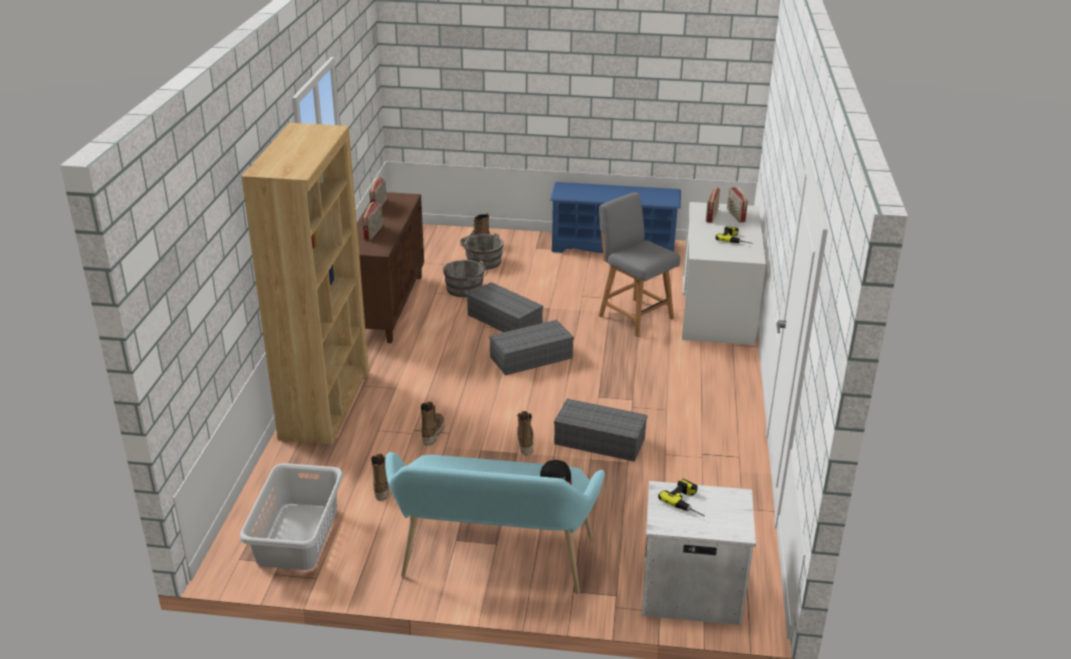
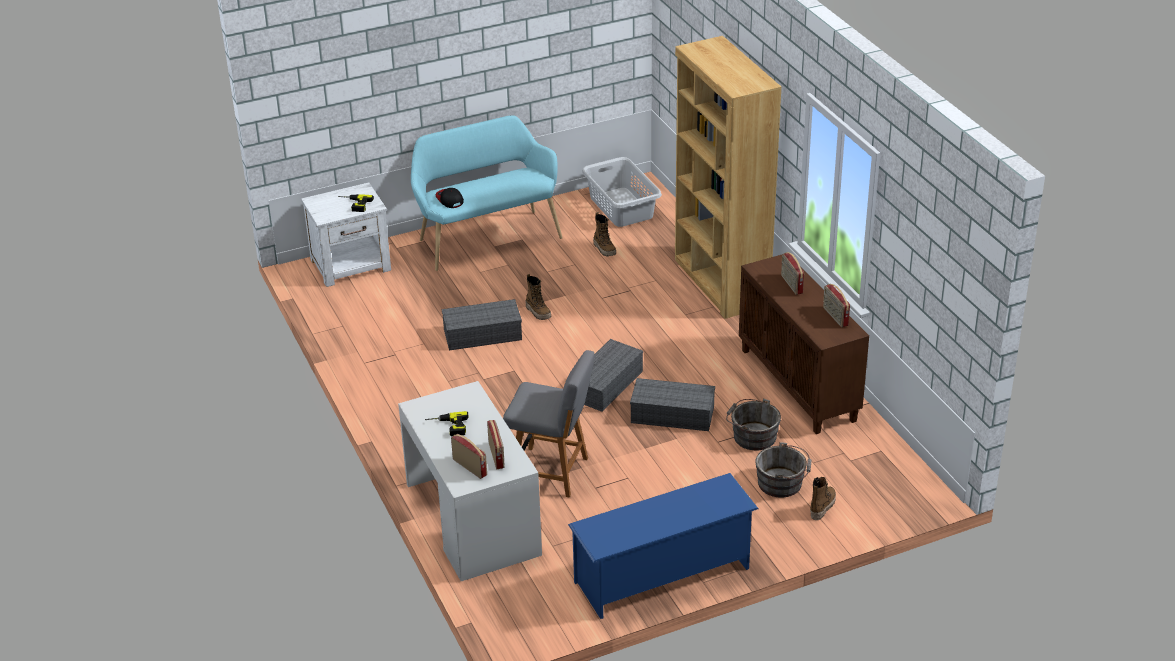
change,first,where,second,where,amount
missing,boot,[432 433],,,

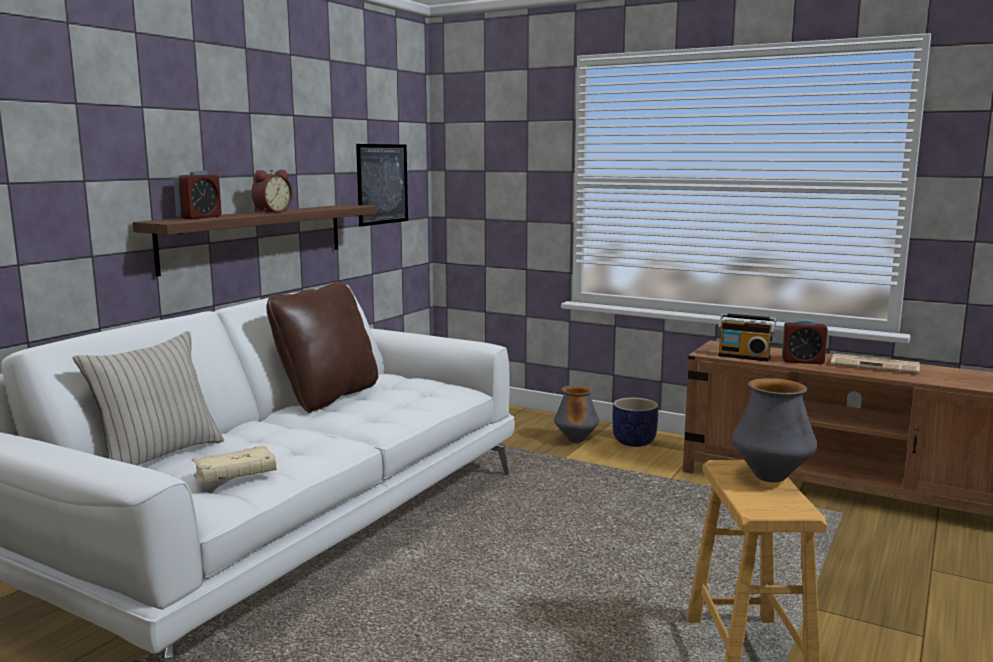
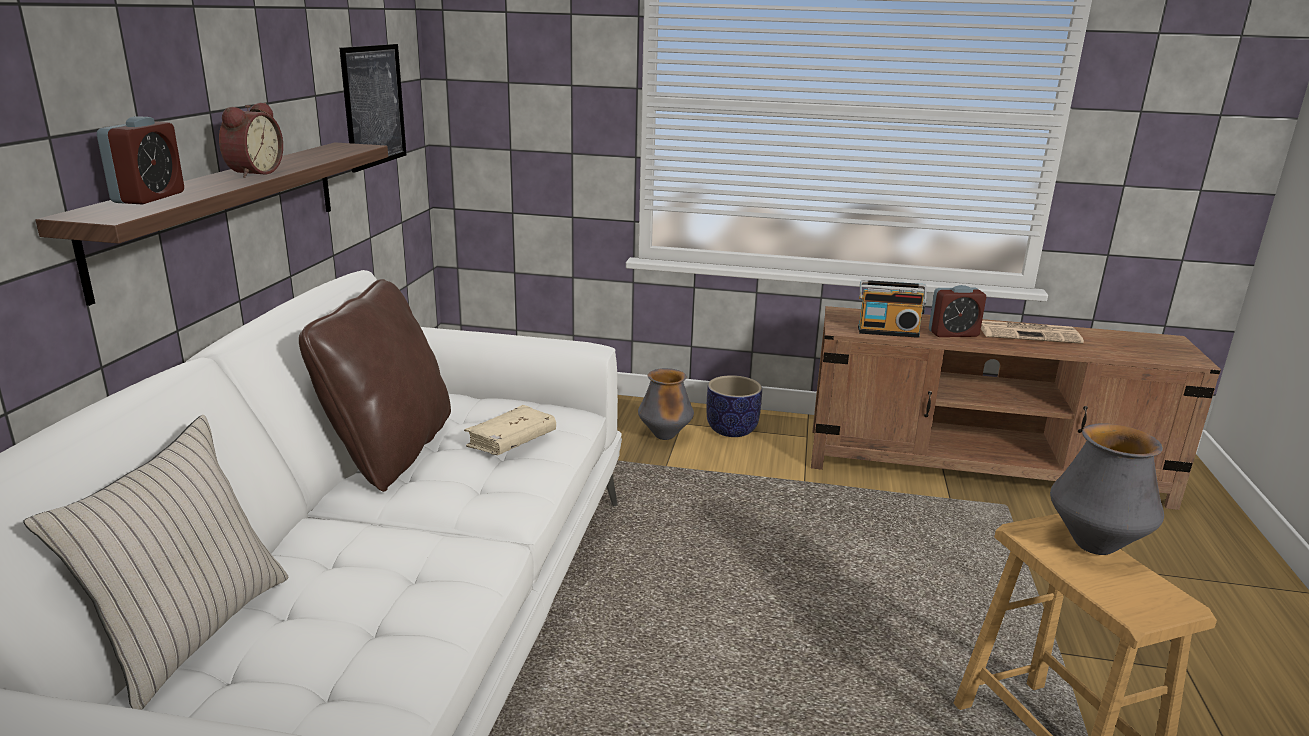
change,first,where,second,where,amount
relocated,beige book,[235 476],,[511 441],

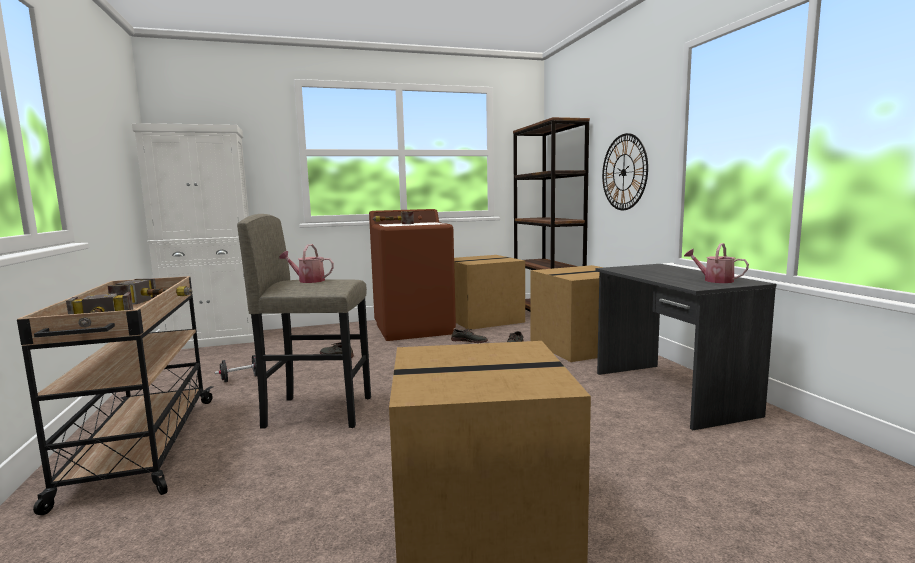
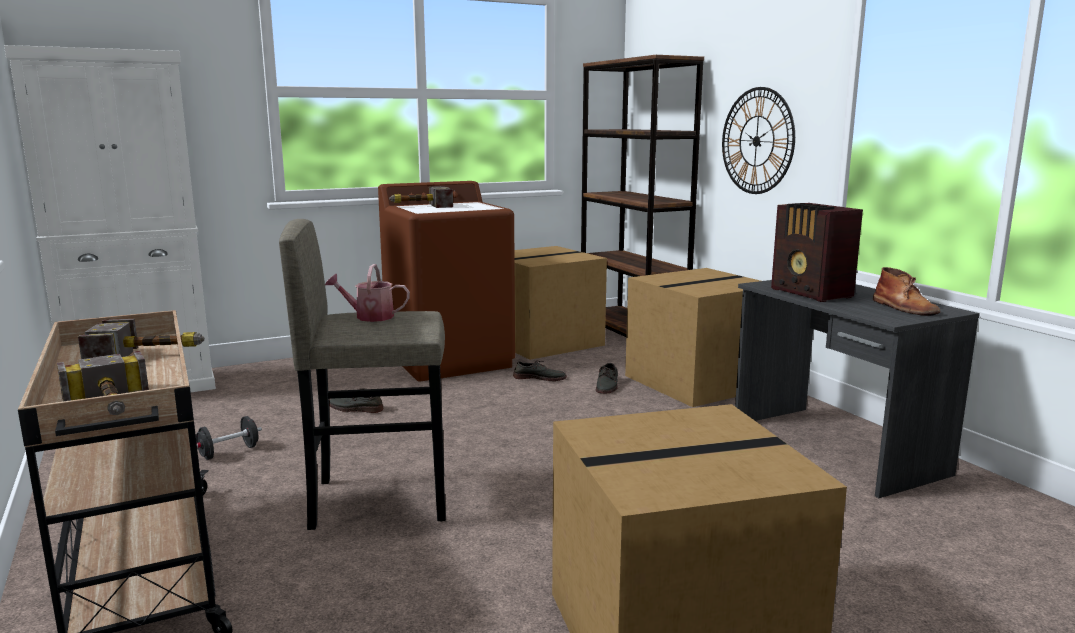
change,first,where,second,where,amount
exchanged,watering can,[714 280],brown boot,[904 308],
appeared,,,radio,[811 293],

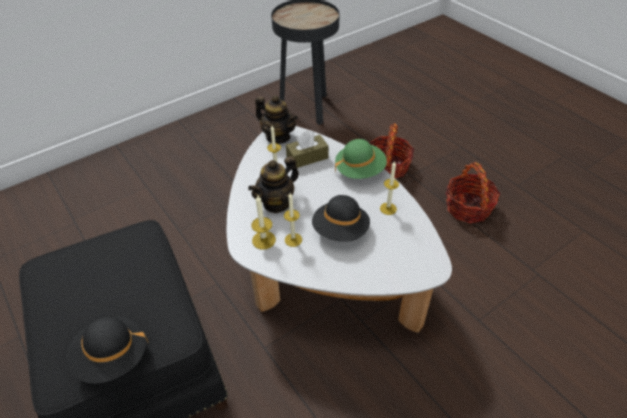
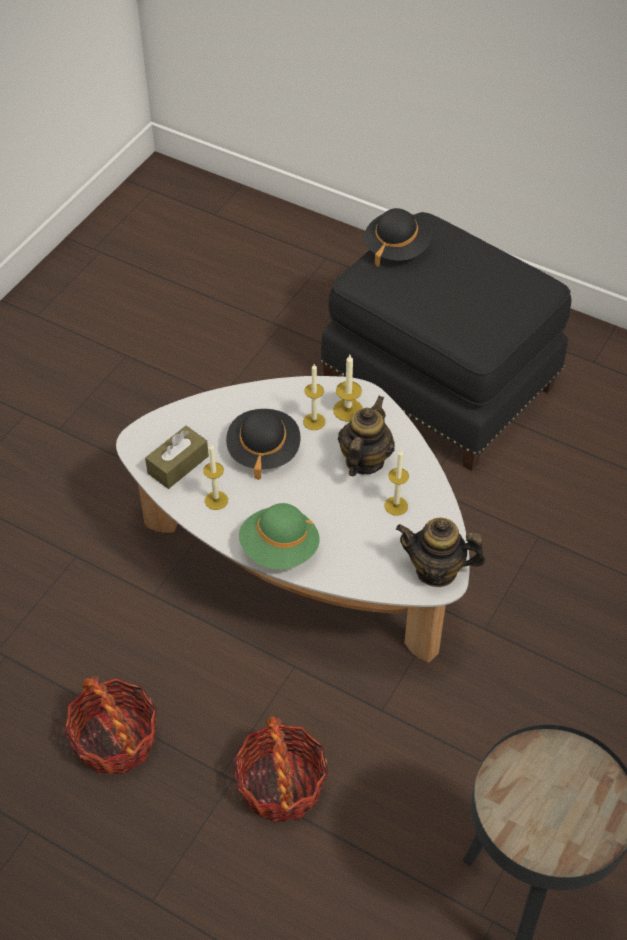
change,first,where,second,where,amount
relocated,brown tissue box,[307 157],,[178 464],

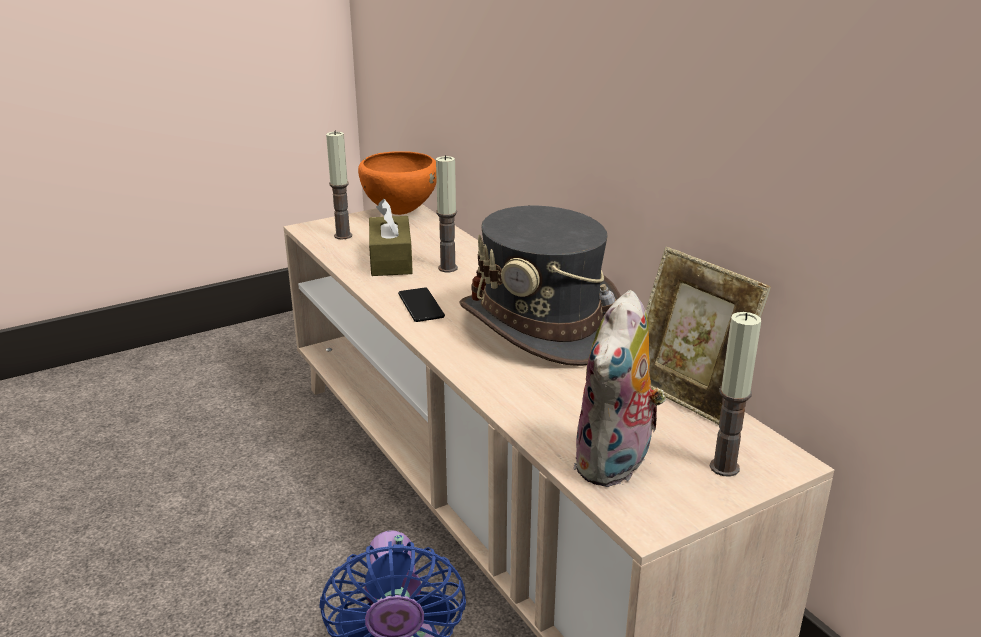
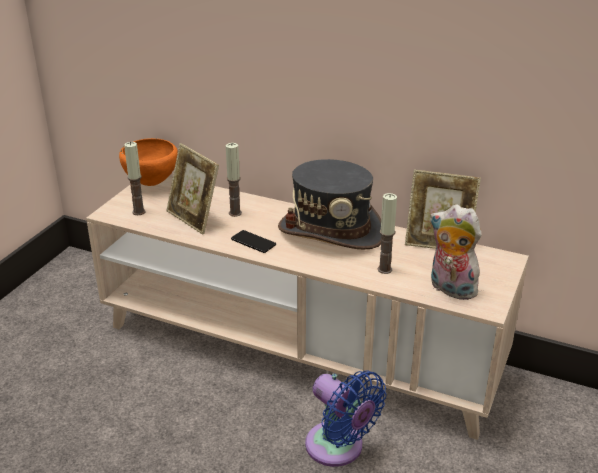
change,first,where,second,where,amount
exchanged,brown tissue box,[391 260],picture frame,[194 219],
spun,plush toy,[616 465],,[450 289],135 degrees clockwise
relocated,candle,[724 467],,[385 269],

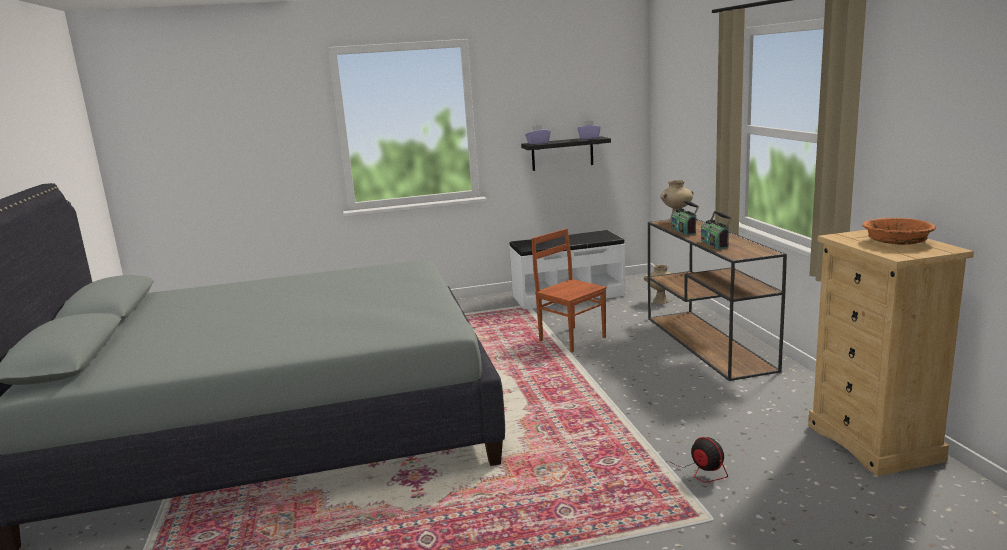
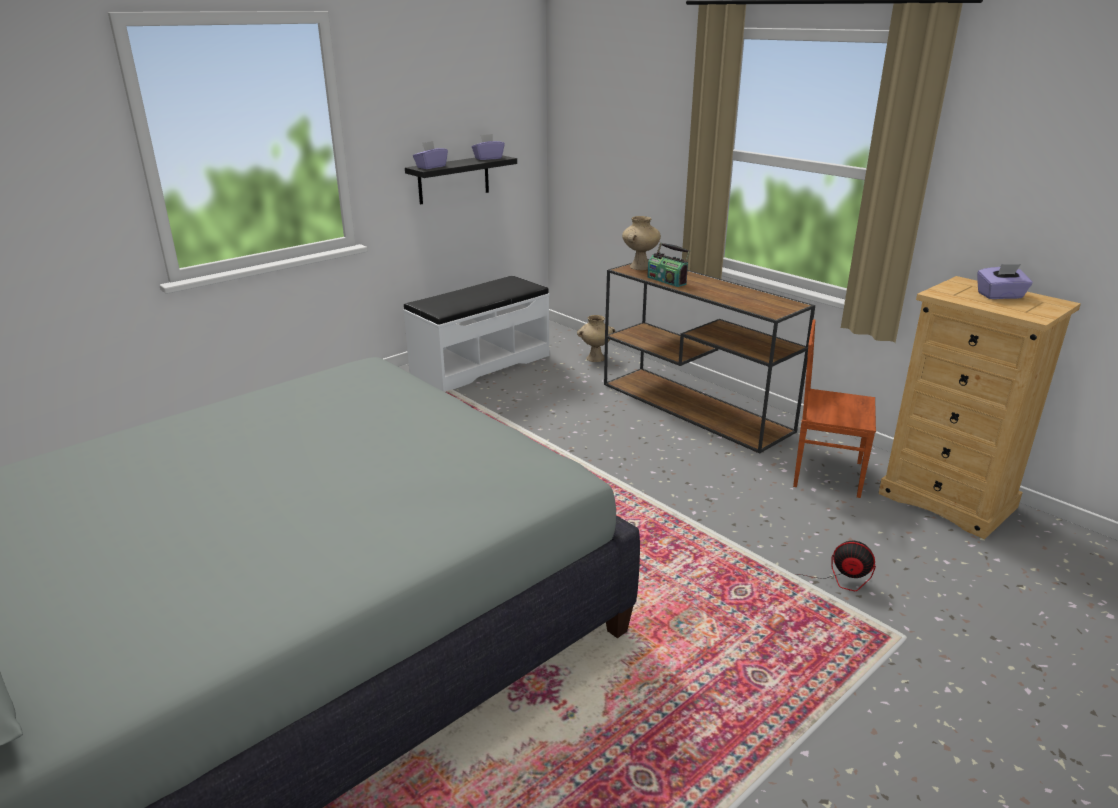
change,first,where,second,where,amount
relocated,brown chair,[572 339],,[826 473],
missing,radio,[715 244],,,
exchanged,orange bowl,[897 241],purple tissue box,[1000 296],

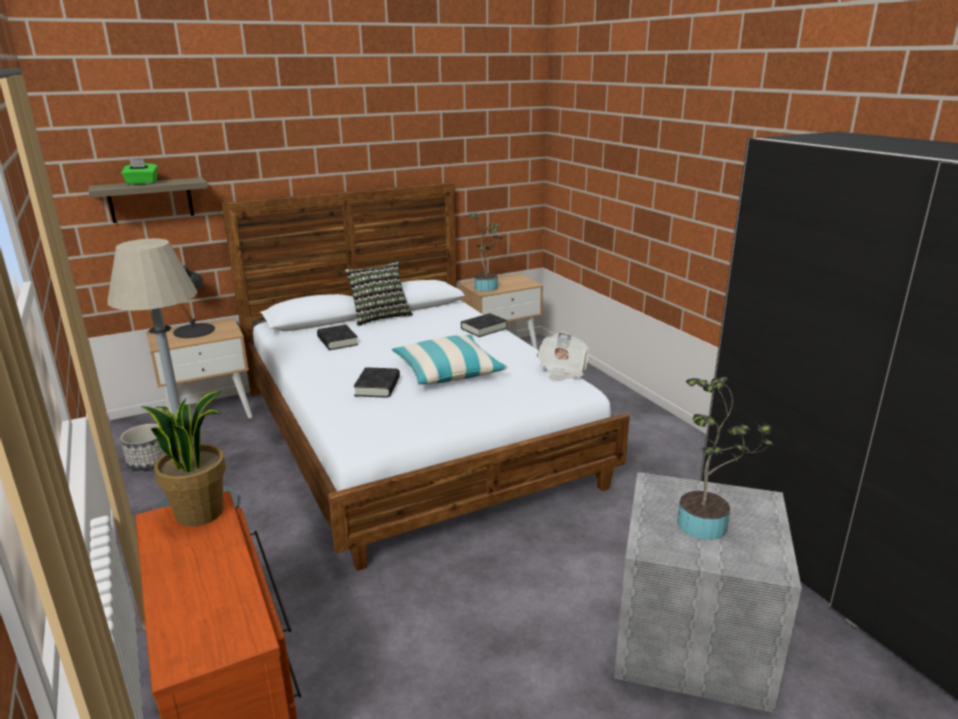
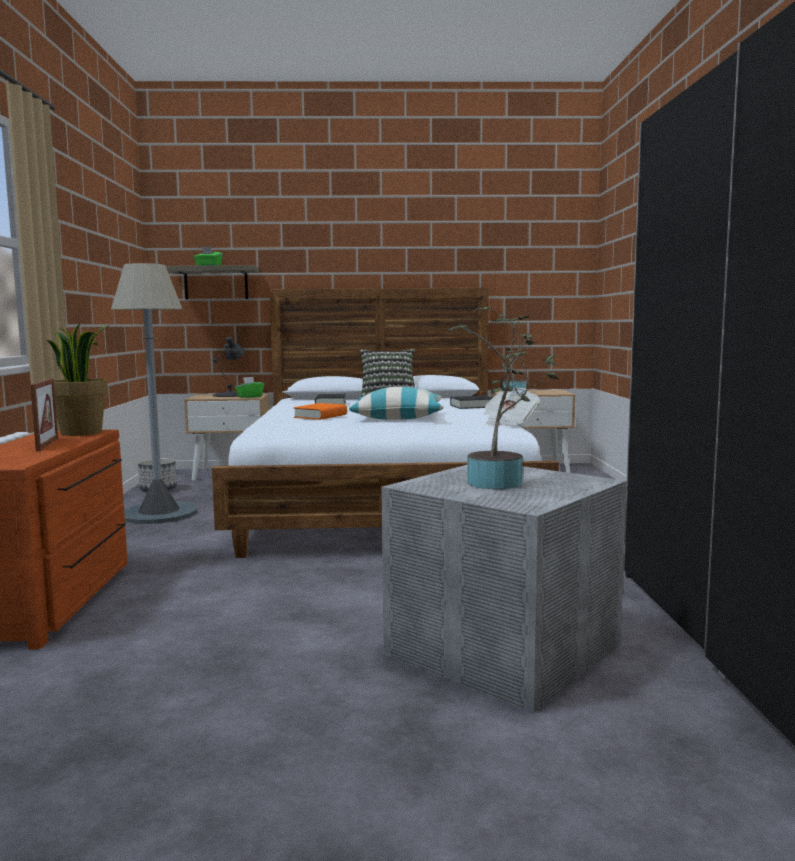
change,first,where,second,where,amount
colour,black book,[377 387],orange book,[320 416],
appeared,,,picture frame,[47 444],
appeared,,,green tissue box,[249 396],

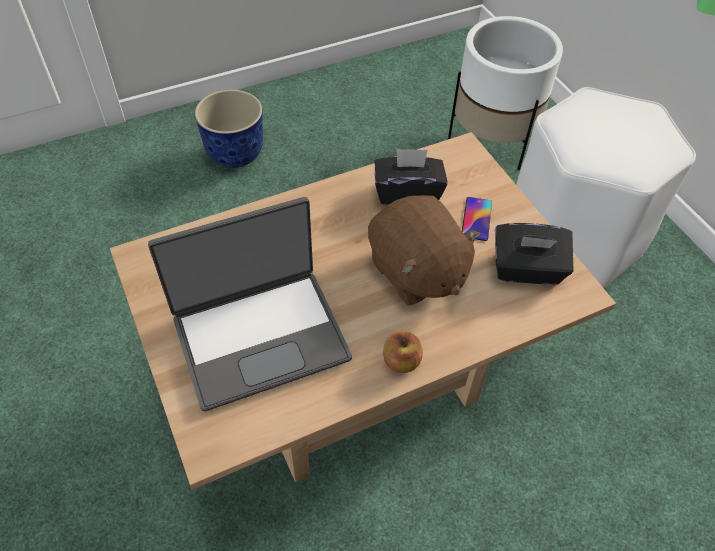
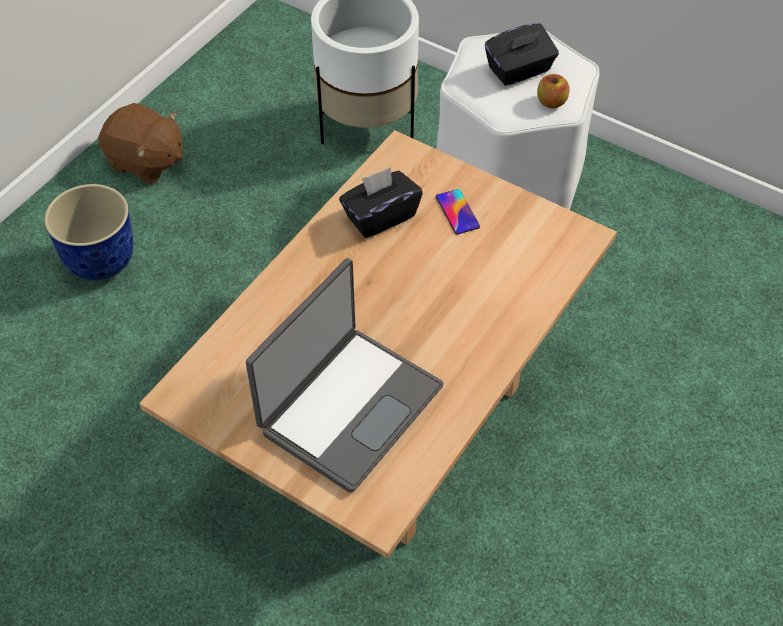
change,first,where,second,where,amount
relocated,brown plush toy,[416 272],,[146 162],
relocated,apple,[401 361],,[551 102],
relocated,black tissue box,[527 270],,[519 70],

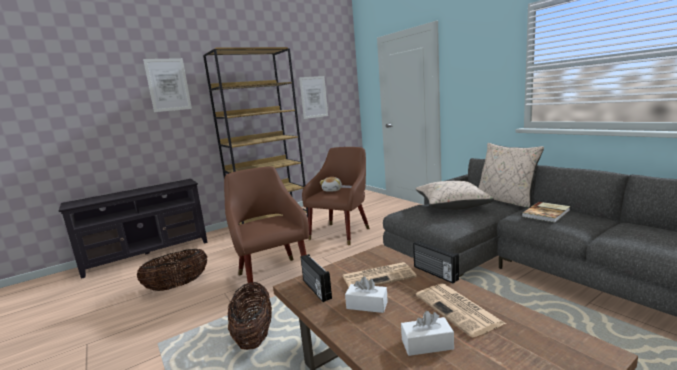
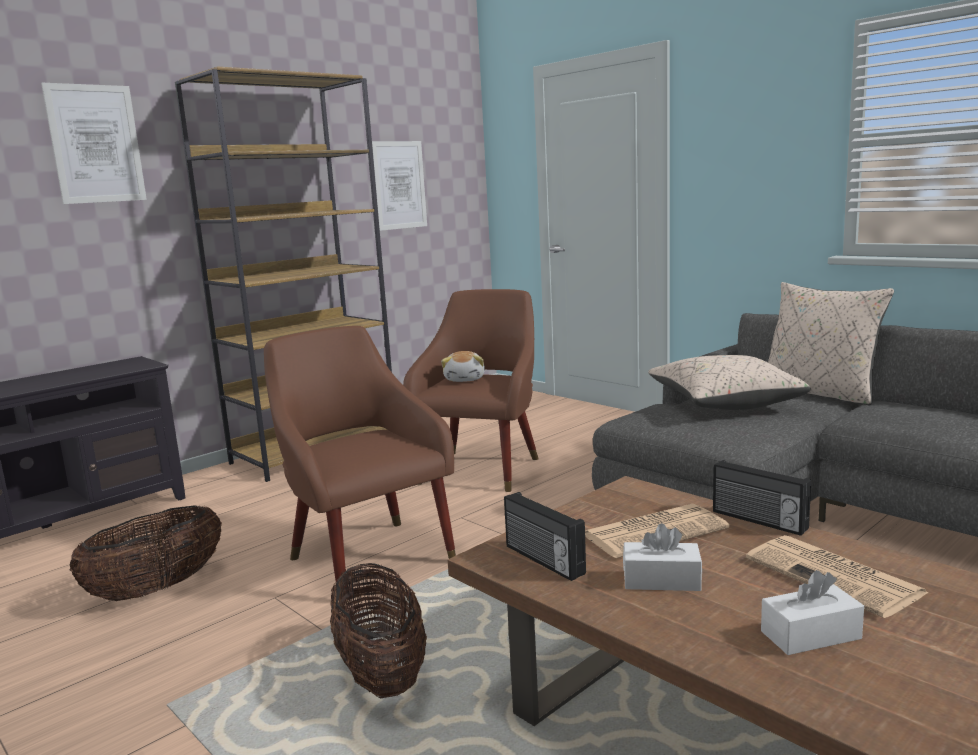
change,first,where,second,where,amount
missing,book,[547 213],,,

